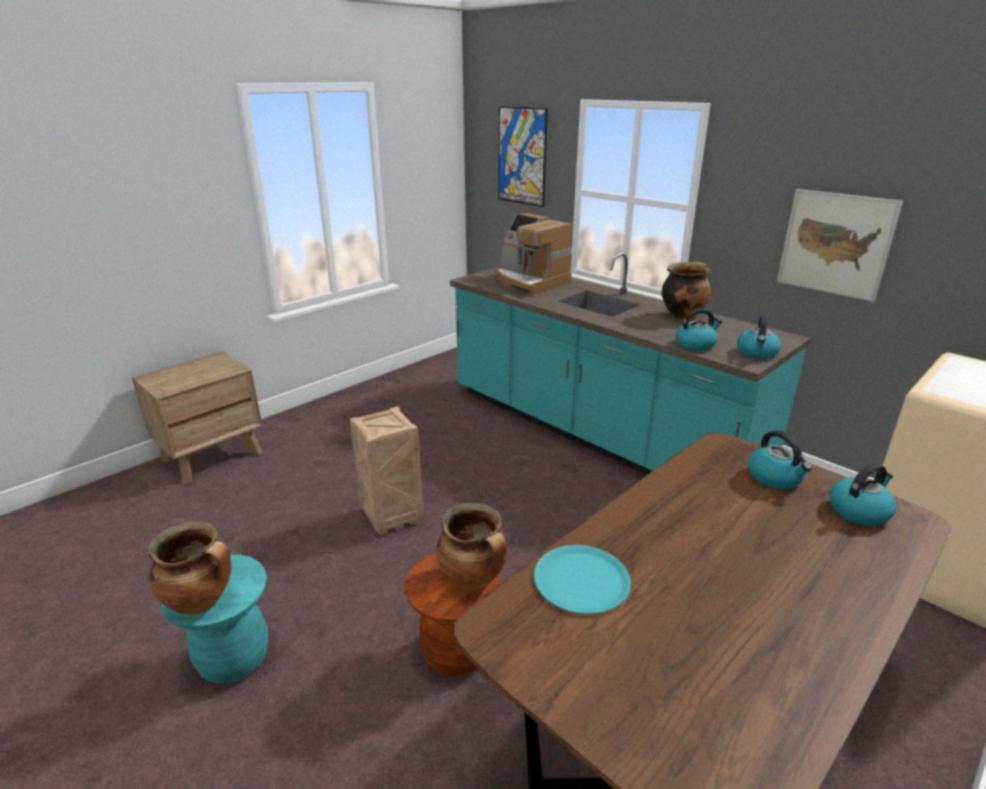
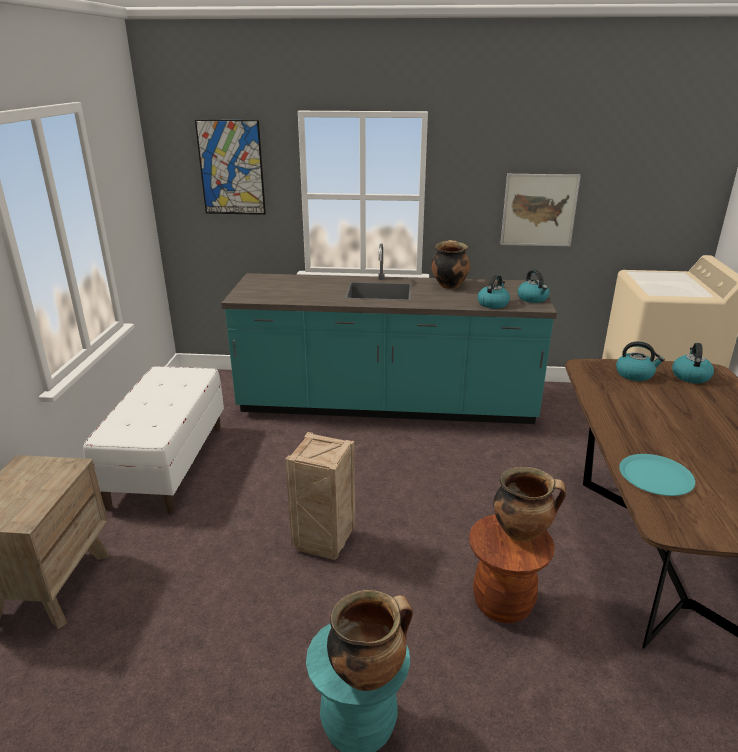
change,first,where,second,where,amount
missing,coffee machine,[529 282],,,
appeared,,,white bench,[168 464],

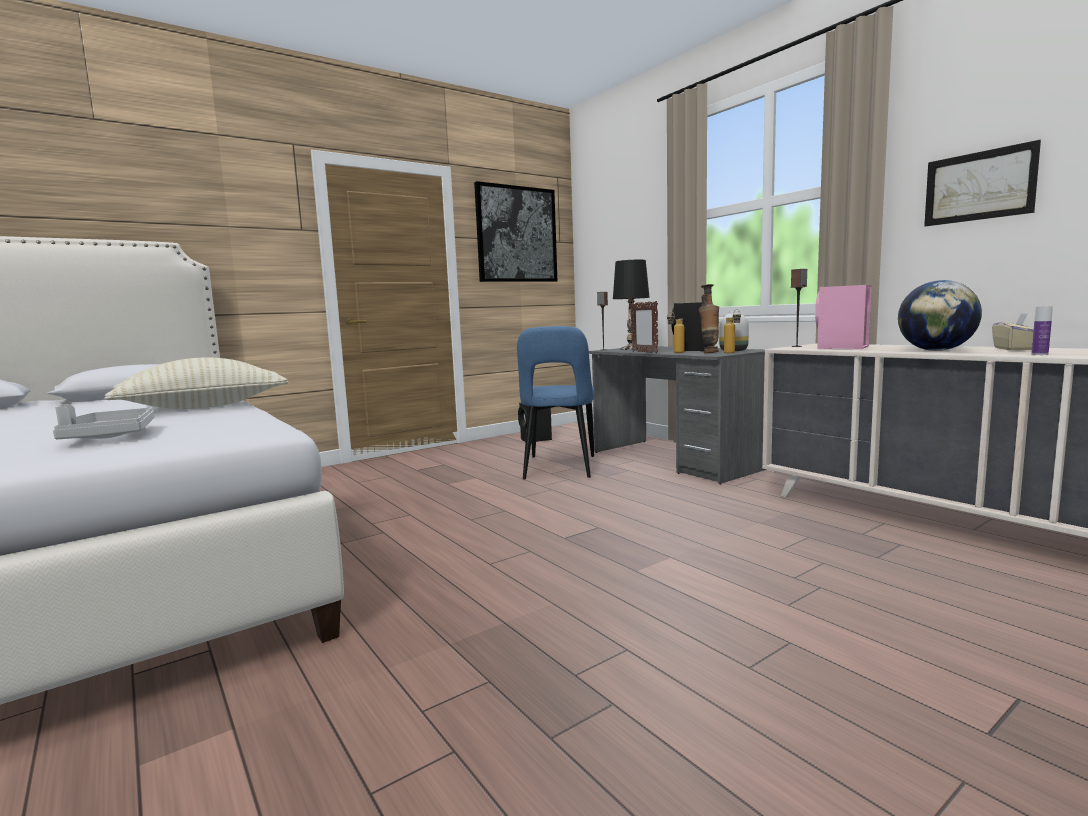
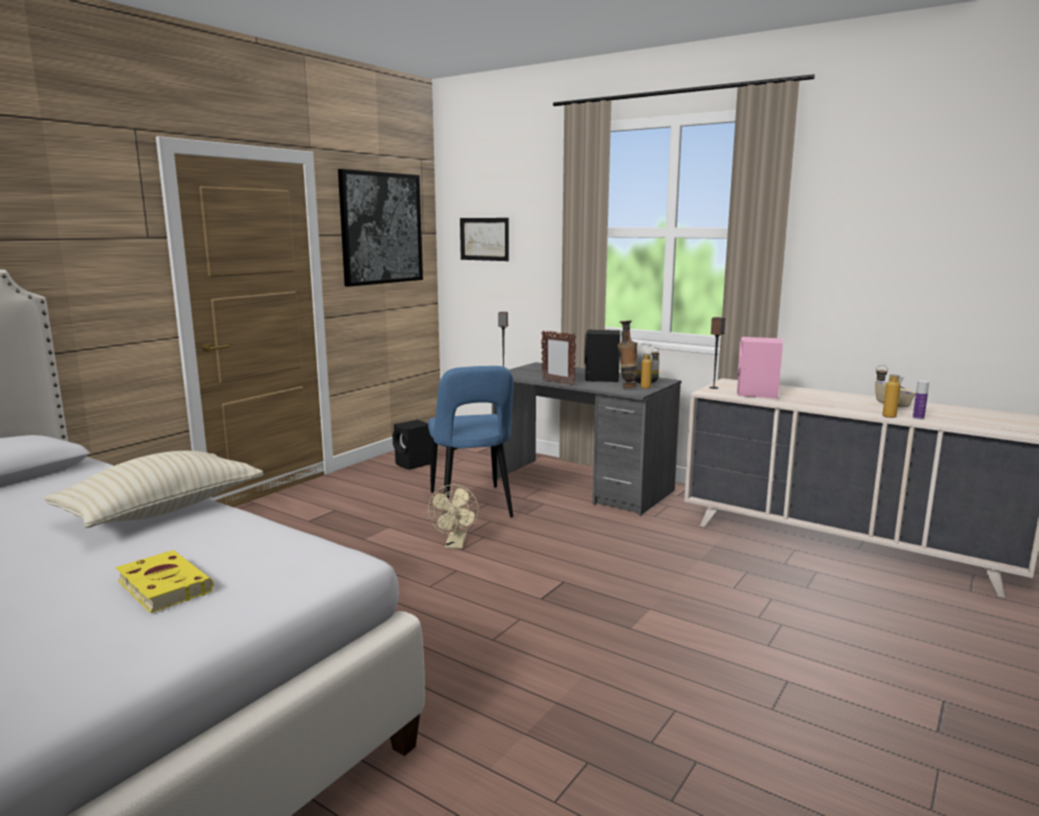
change,first,where,second,where,amount
exchanged,grey tray,[110 436],yellow book,[162 585],
missing,black table lamp,[631 348],,,
relocated,bottle,[675 352],,[883 416],
missing,globe,[936 350],,,
relocated,picture,[979 186],,[484 239],
appeared,,,beige fan,[455 544],

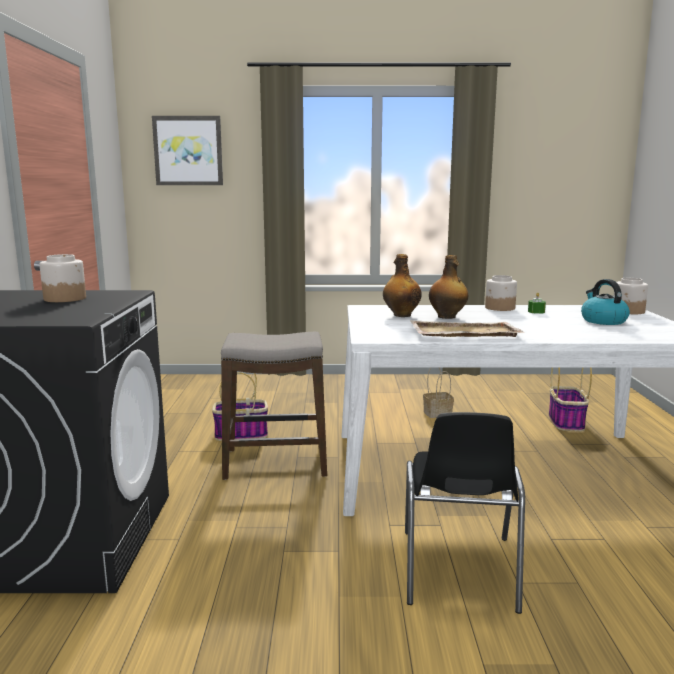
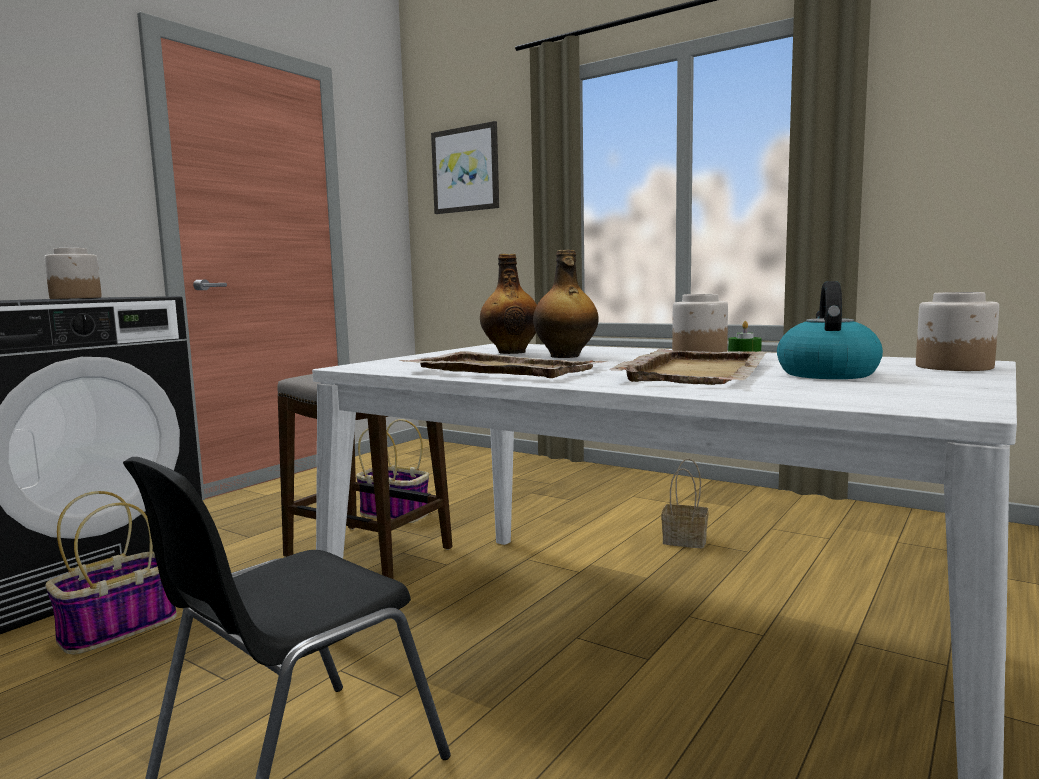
change,first,where,second,where,amount
relocated,basket,[565 422],,[119 628],
appeared,,,beige tray,[695 372],

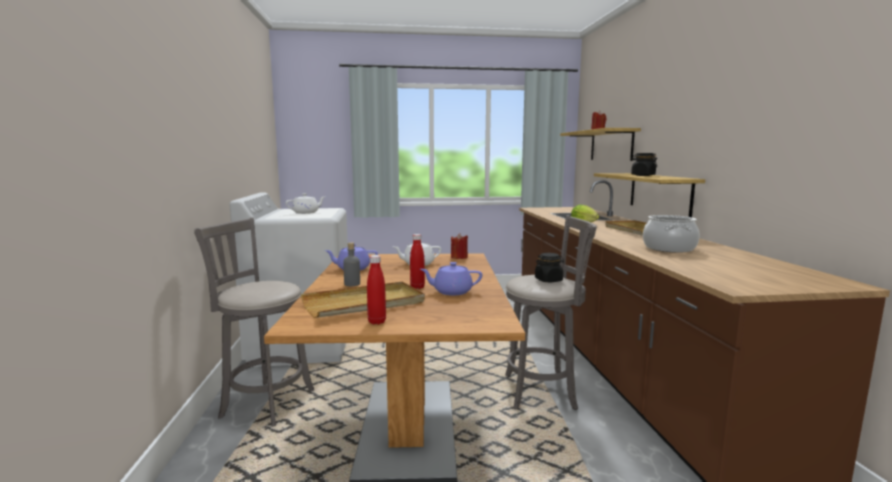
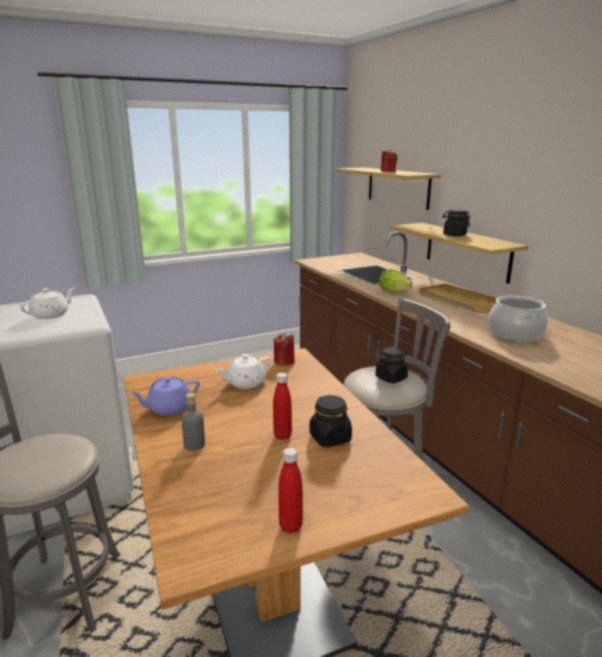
change,first,where,second,where,amount
missing,beige tray,[364 304],,,
exchanged,purple teapot,[451 292],black jar,[330 438],

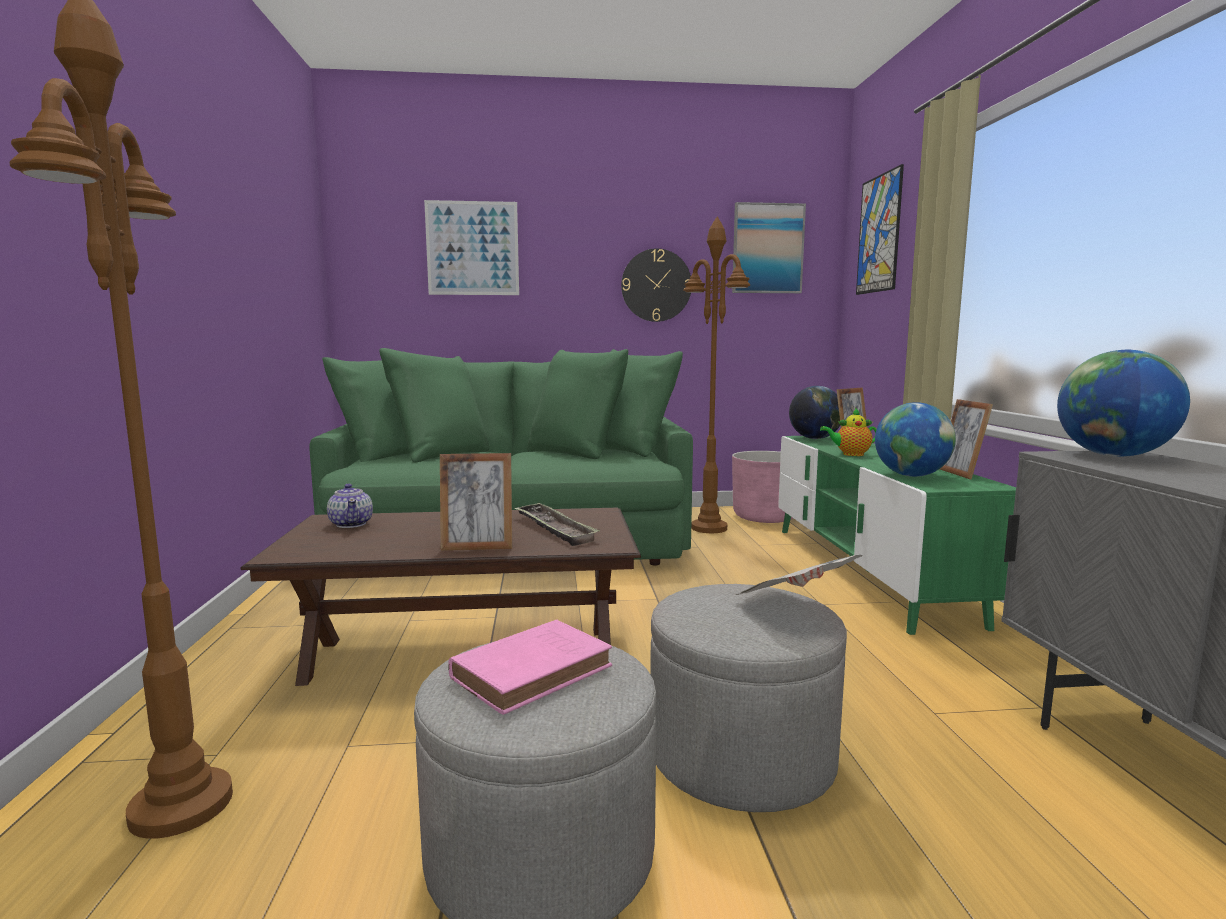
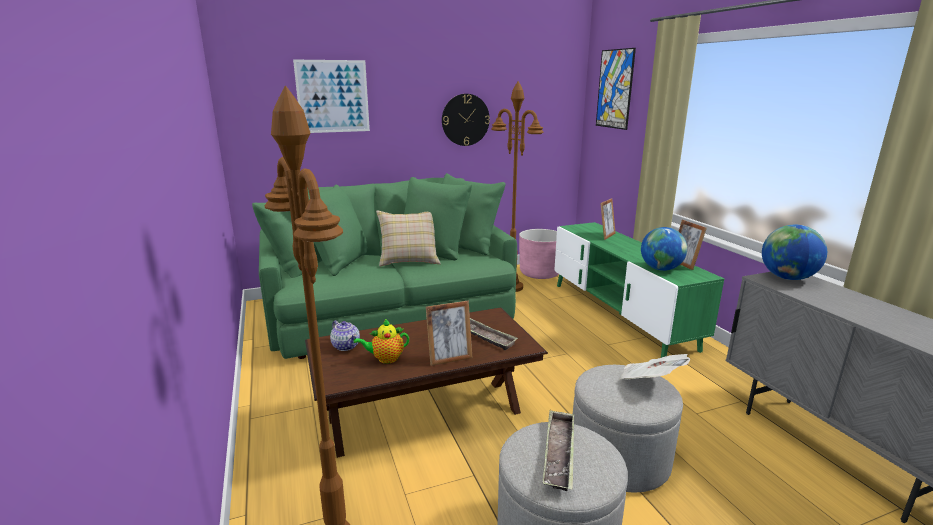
change,first,where,second,where,amount
exchanged,pink book,[535 671],tray,[559 453],
missing,picture,[767 249],,,
missing,globe,[815 439],,,
relocated,teapot,[850 454],,[385 359],
appeared,,,beige pillow,[409 260],

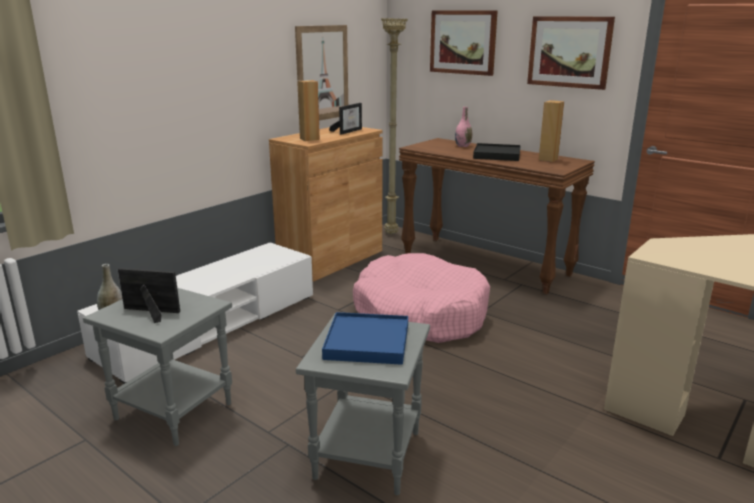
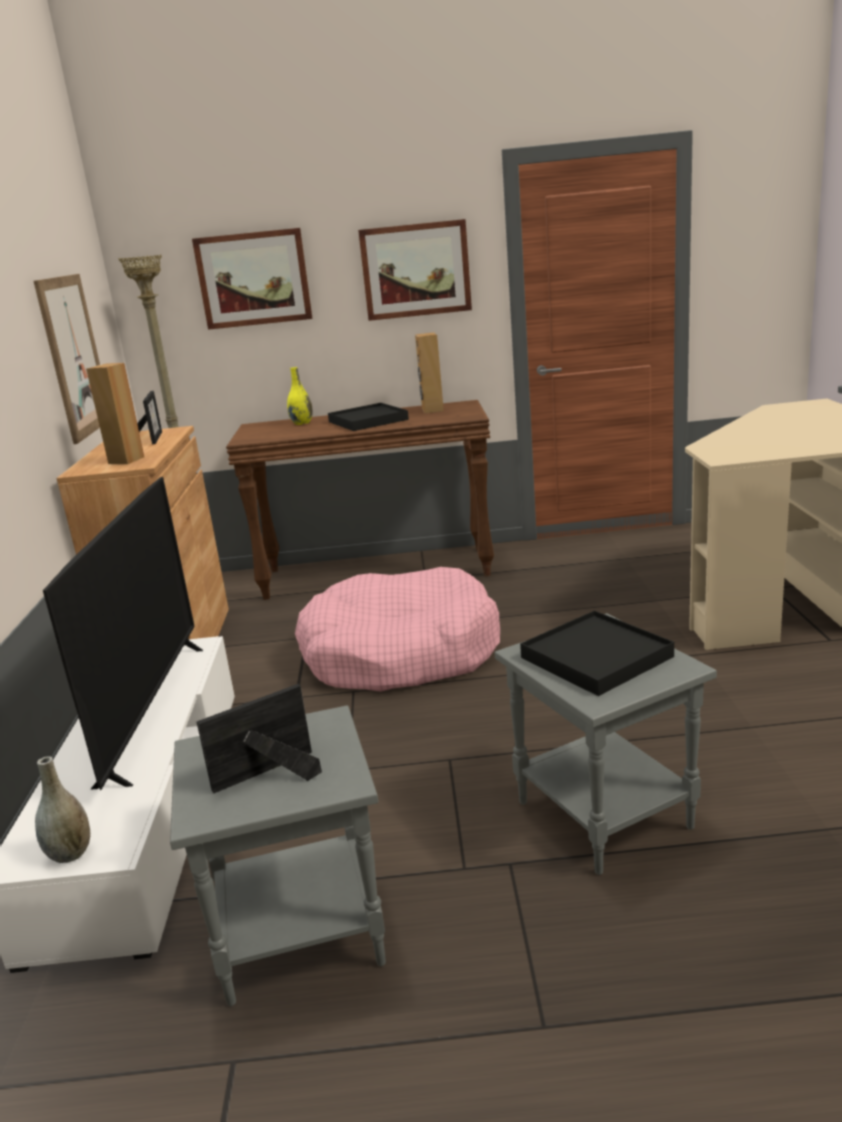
change,first,where,second,where,amount
colour,blue tray,[367 342],black tray,[595 657],
colour,pink vase,[463 146],yellow vase,[302 423],
appeared,,,television,[154 710],

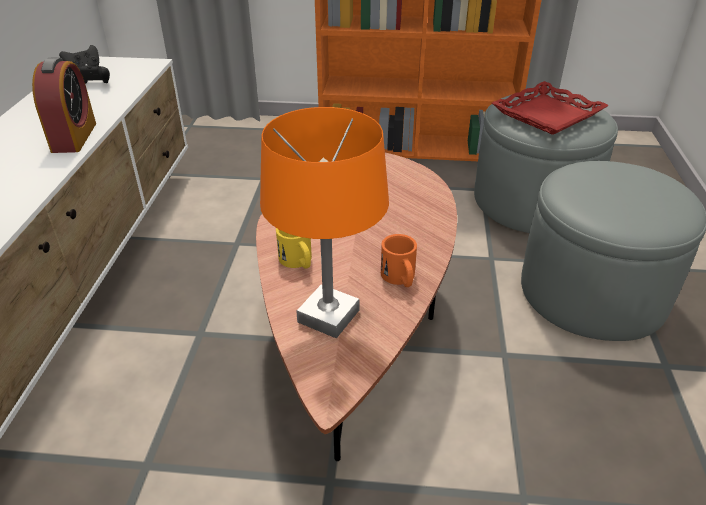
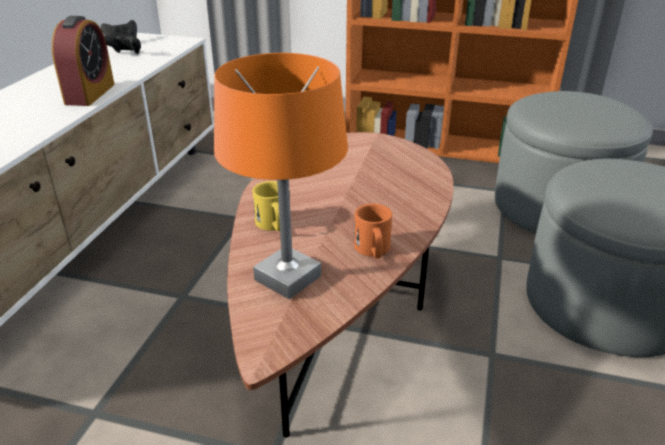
change,first,where,second,where,amount
missing,red tray,[547 114],,,

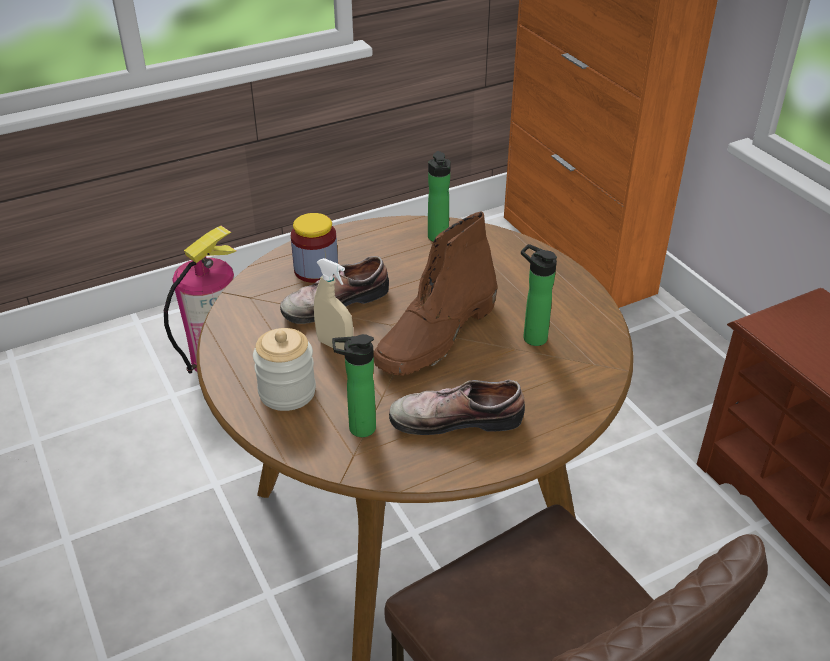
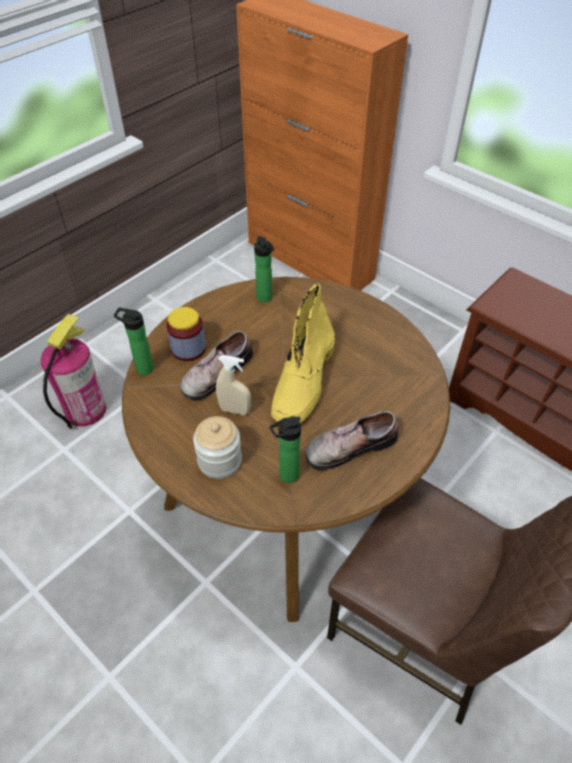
change,first,where,second,where,amount
colour,brown boot,[436 335],yellow boot,[303 382],
relocated,bottle,[531 337],,[142 368],

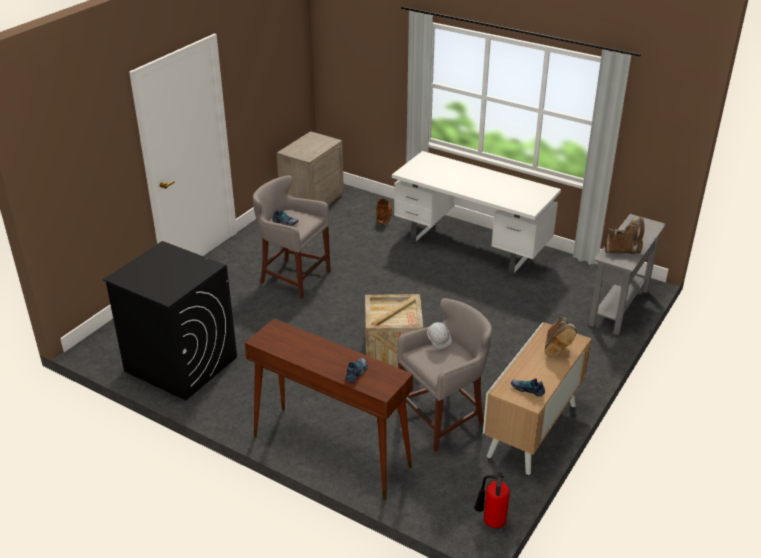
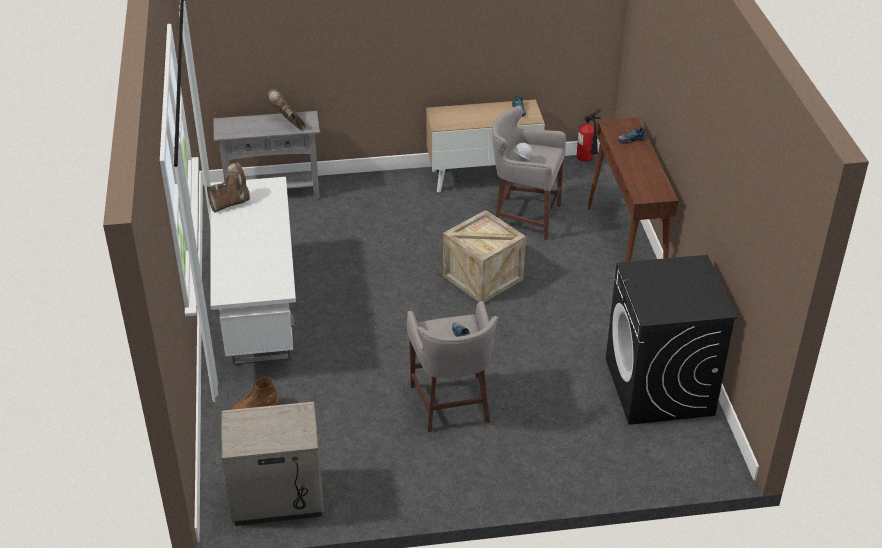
change,first,where,second,where,amount
relocated,brown boot,[556 348],,[231 203],

